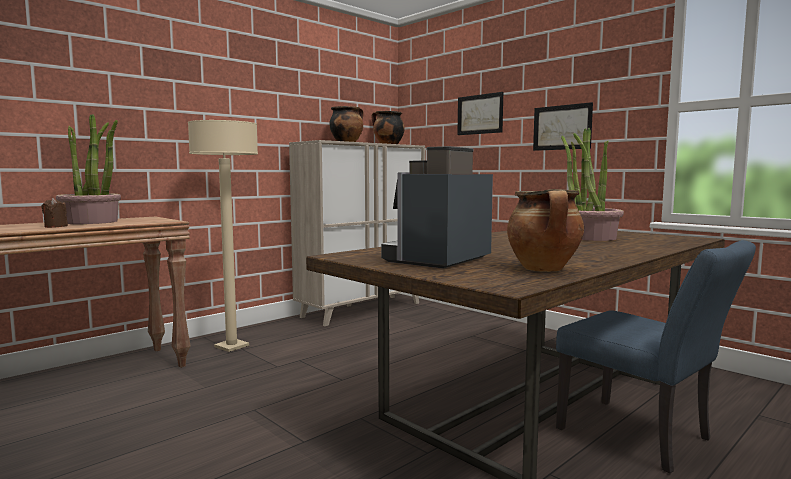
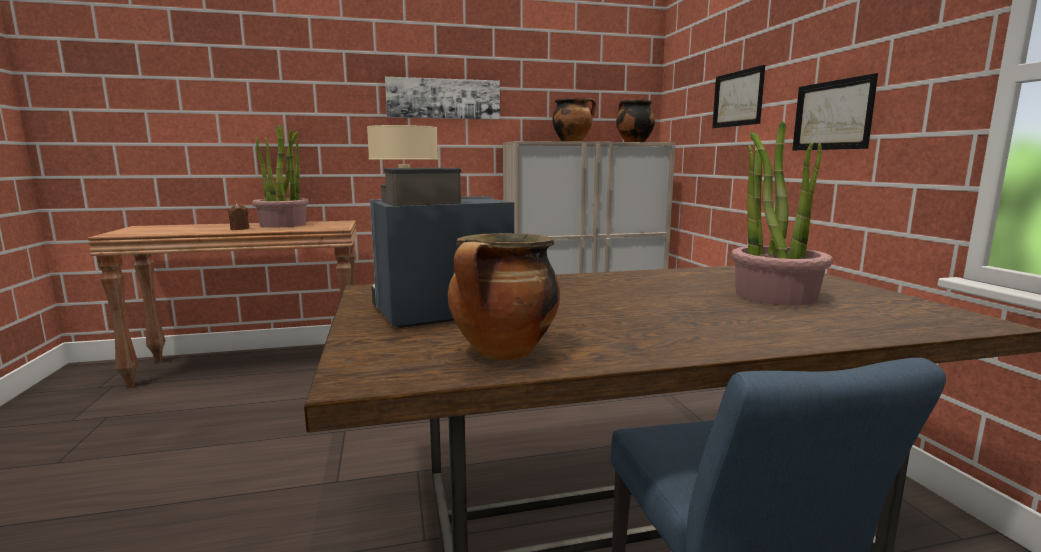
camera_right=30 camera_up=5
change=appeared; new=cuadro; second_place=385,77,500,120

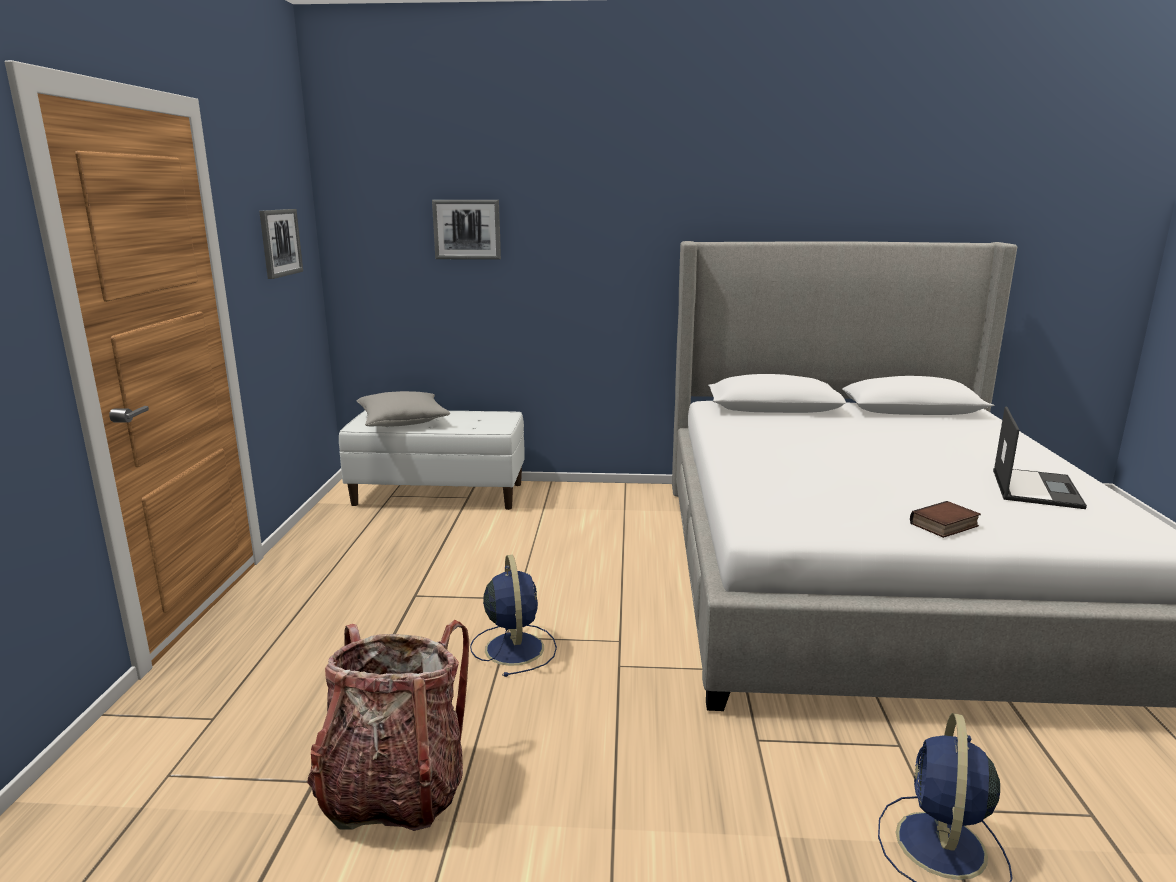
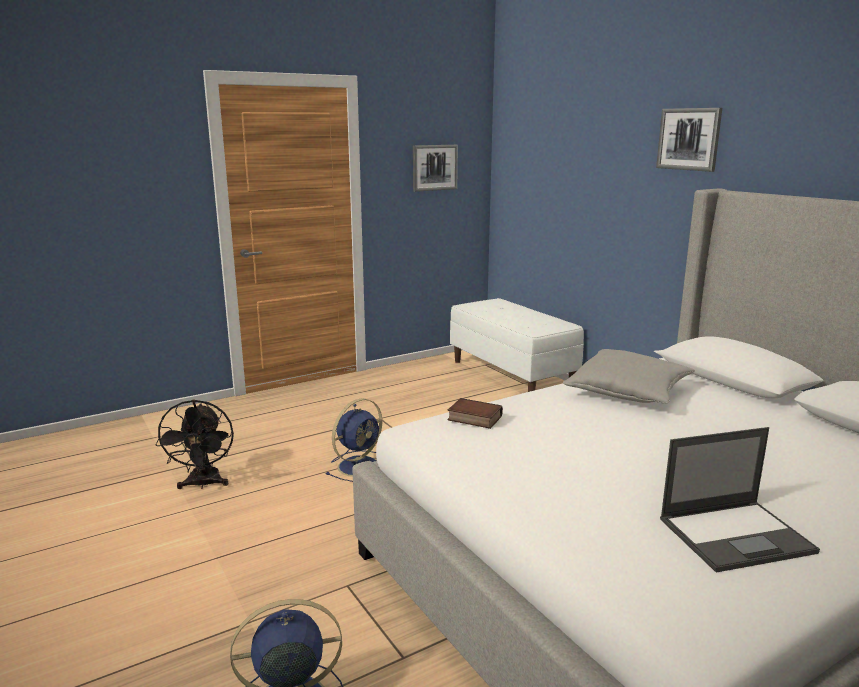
camera_right=55 camera_up=0
change=exchanged; old=mochila; new=ventilador/negro; first_place=307,620,469,831; second_place=156,400,234,489
change=relocated; old=cojín/gris; first_place=356,391,450,427; second_place=563,349,695,404
change=relocated; old=cuadro; first_place=432,200,501,260; second_place=656,108,722,172
change=relocated; old=libro; first_place=910,501,981,538; second_place=448,398,503,429

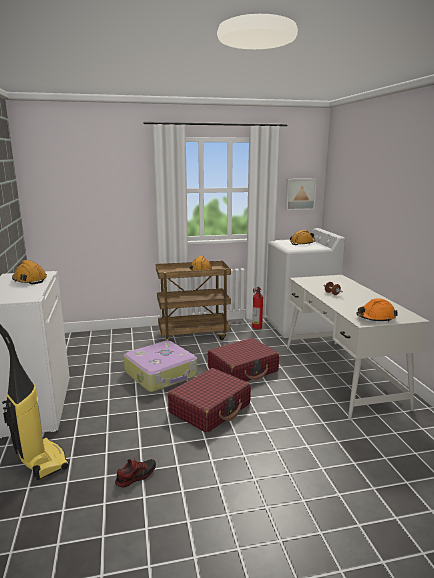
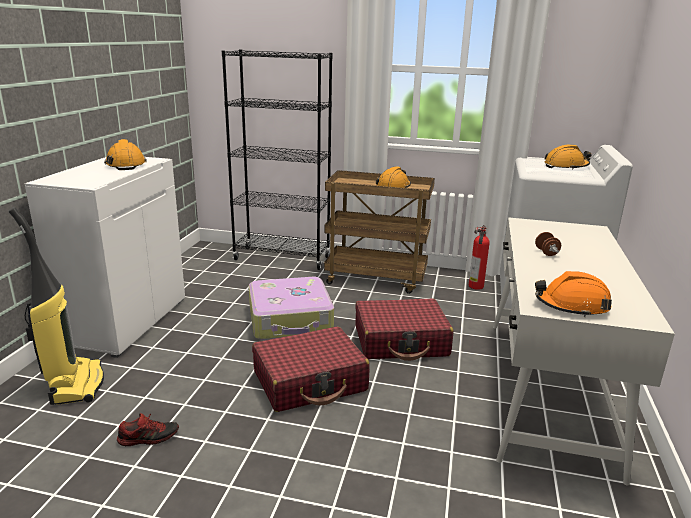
camera_right=25 camera_up=5
change=missing; old=cuadro; first_place=285,179,317,210
change=appeared; new=estantería/negro; second_place=222,49,333,270

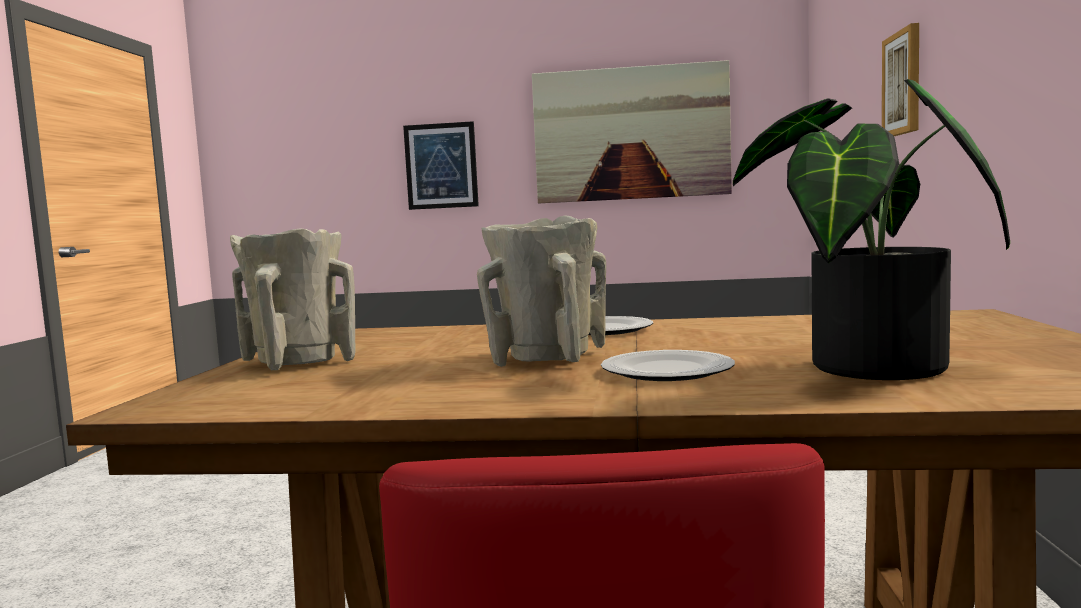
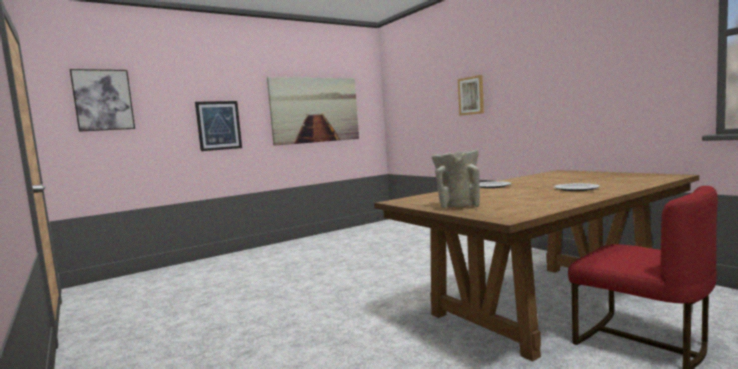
camera_right=-40 camera_up=0
change=missing; old=florero/beis; first_place=477,215,606,367
change=missing; old=planta en maceta; first_place=733,79,1010,380
change=appeared; new=cuadro; second_place=70,69,135,132

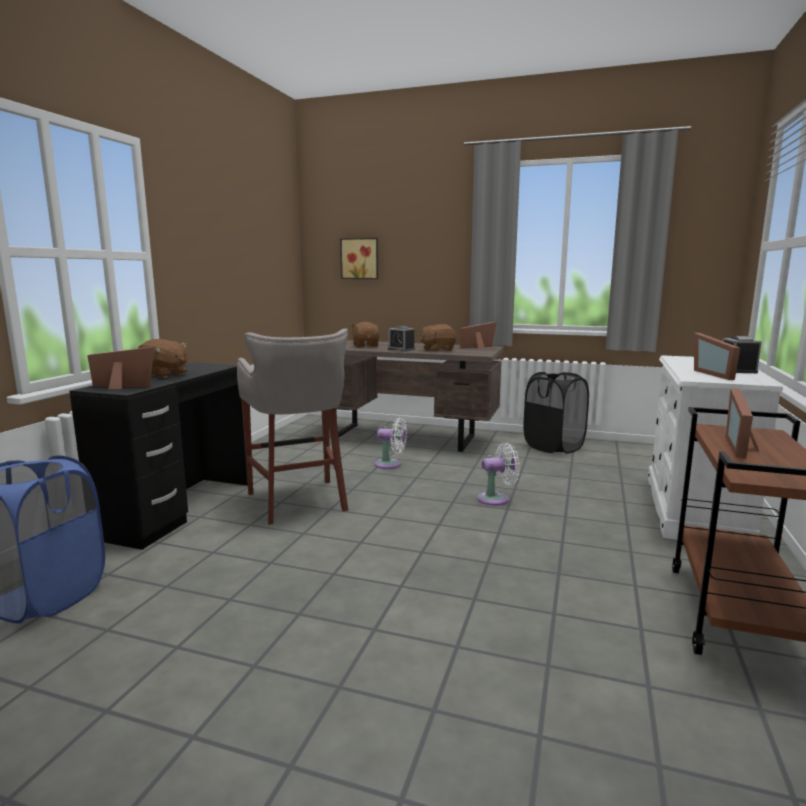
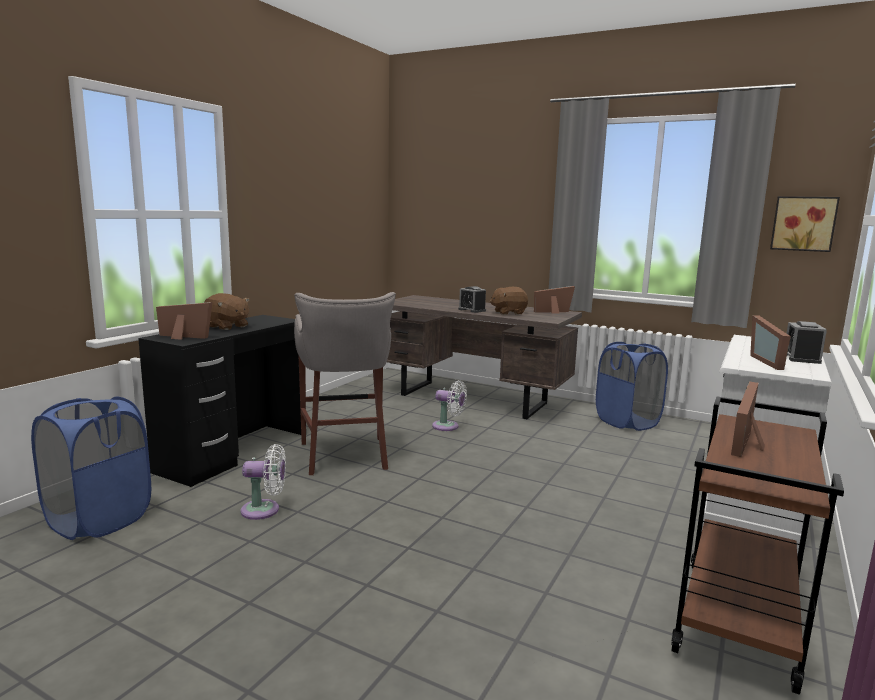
camera_right=10 camera_up=0
change=relocated; old=cuadro; first_place=340,238,378,279; second_place=770,196,840,252
change=missing; old=peluche/marrón; first_place=350,322,380,347
change=relocated; old=ventilador/blanco; first_place=477,443,520,506; second_place=241,444,286,520
change=colour; old=cesto de la ropa/negro; new=cesto de la ropa/azul; first_place=523,372,589,454; second_place=596,342,668,431

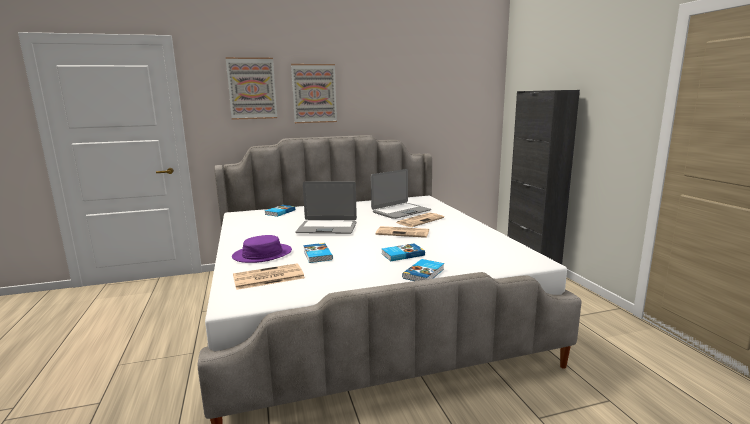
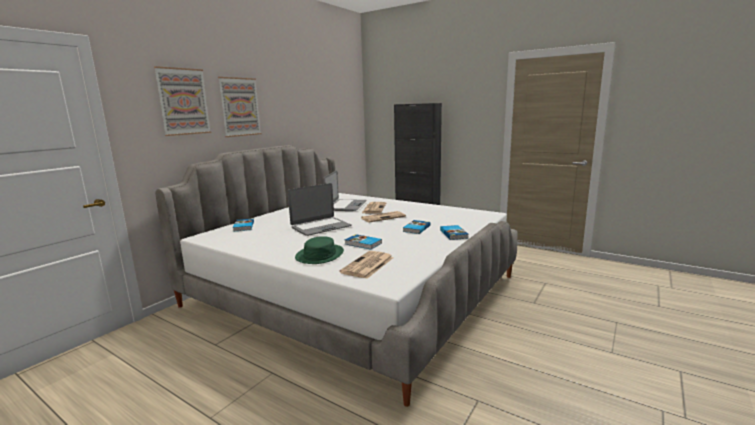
camera_right=-40 camera_up=0
change=colour; old=sombrero/morado; new=sombrero/verde; first_place=232,235,292,263; second_place=295,236,344,264

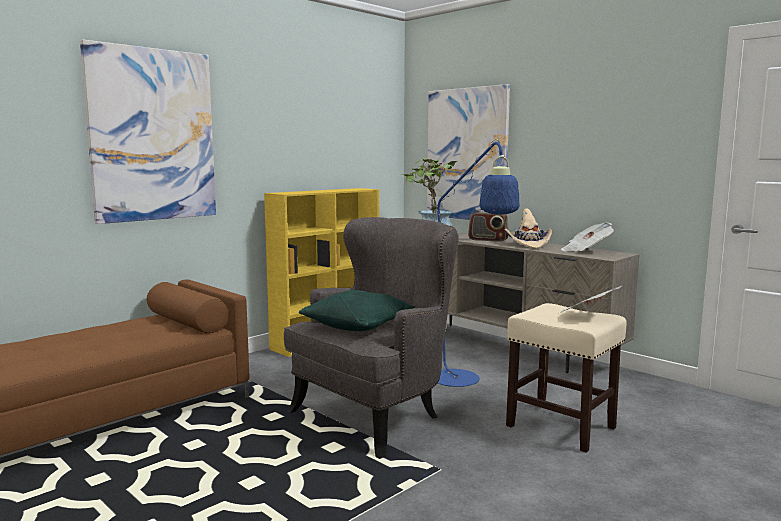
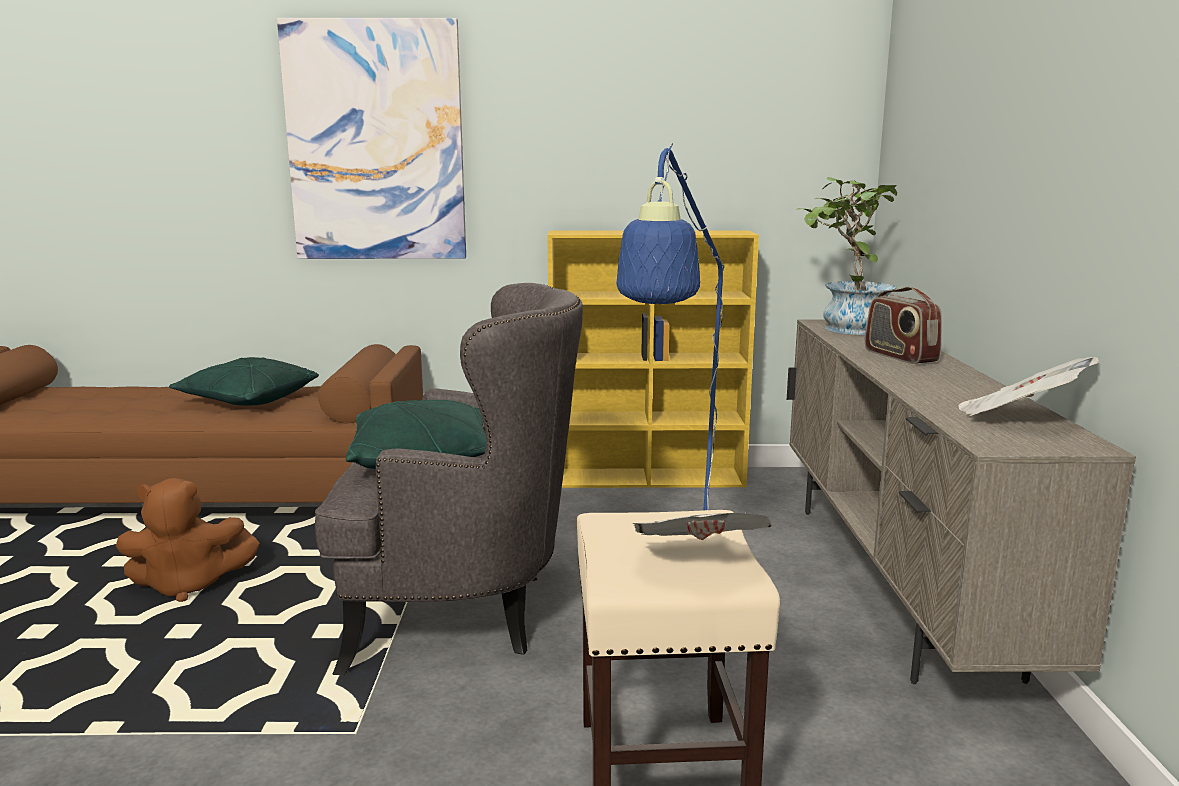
camera_right=45 camera_up=5
change=missing; old=cuadro; first_place=427,84,510,220
change=missing; old=sombrero/beis; first_place=505,209,552,250
change=appeared; new=peluche/marrón; second_place=116,478,260,602
change=appeared; new=cojín/verde; second_place=169,357,319,405

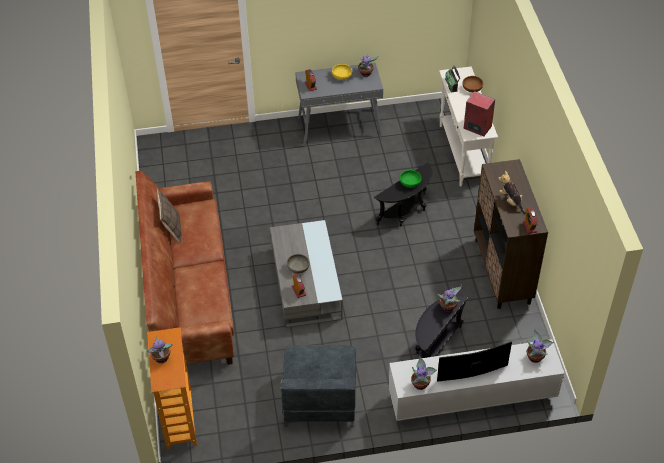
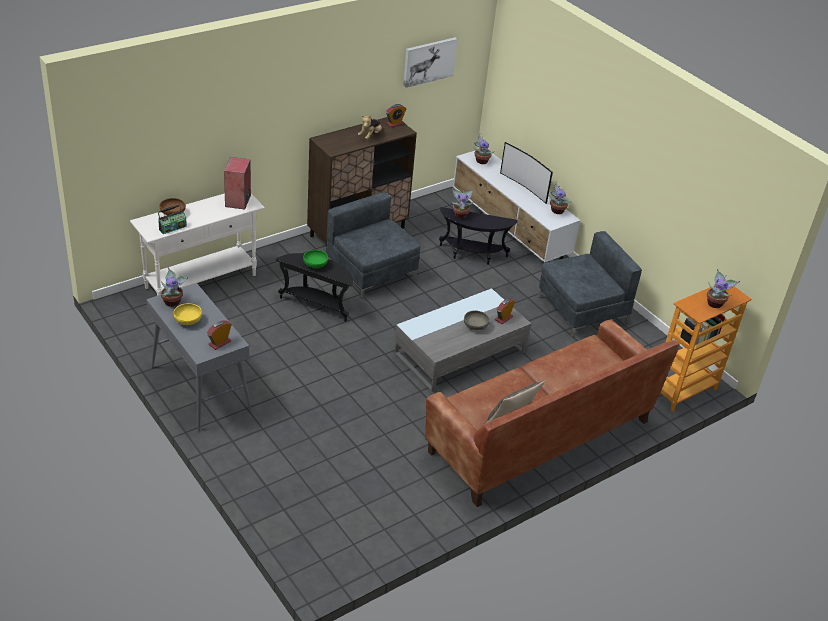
camera_right=-120 camera_up=-10
change=appeared; new=sillón/gris; second_place=326,192,420,298
change=appeared; new=cuadro; second_place=403,37,457,88

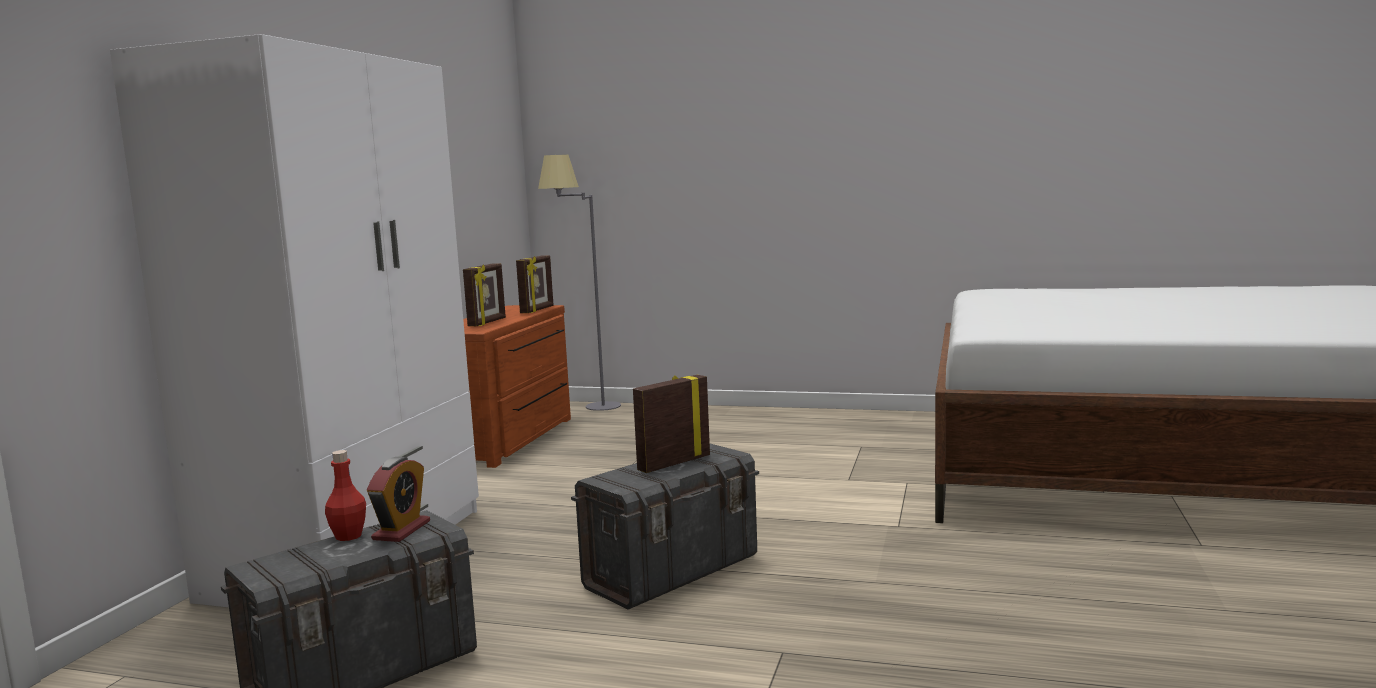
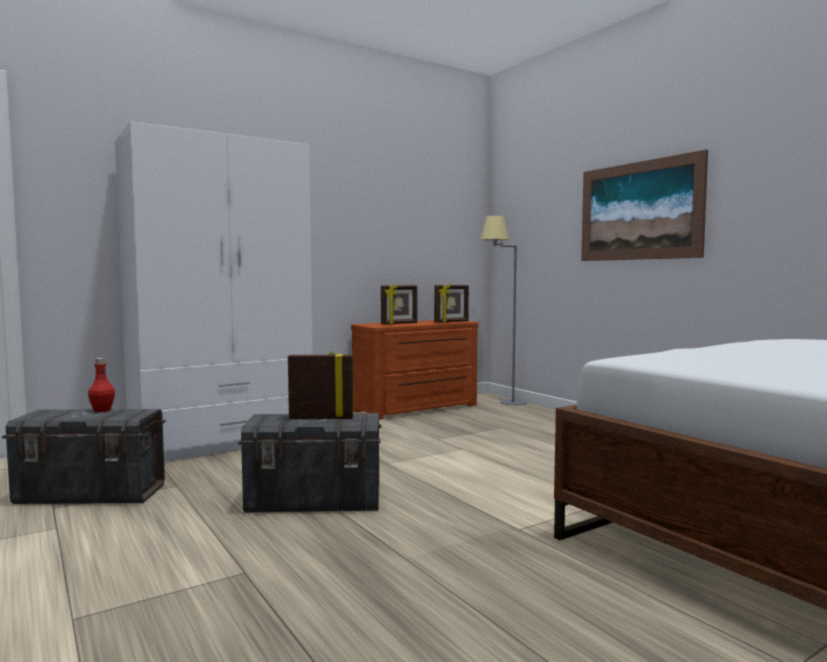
camera_right=40 camera_up=-5
change=missing; old=despertador; first_place=367,457,430,542
change=appeared; new=cuadro; second_place=581,150,708,261

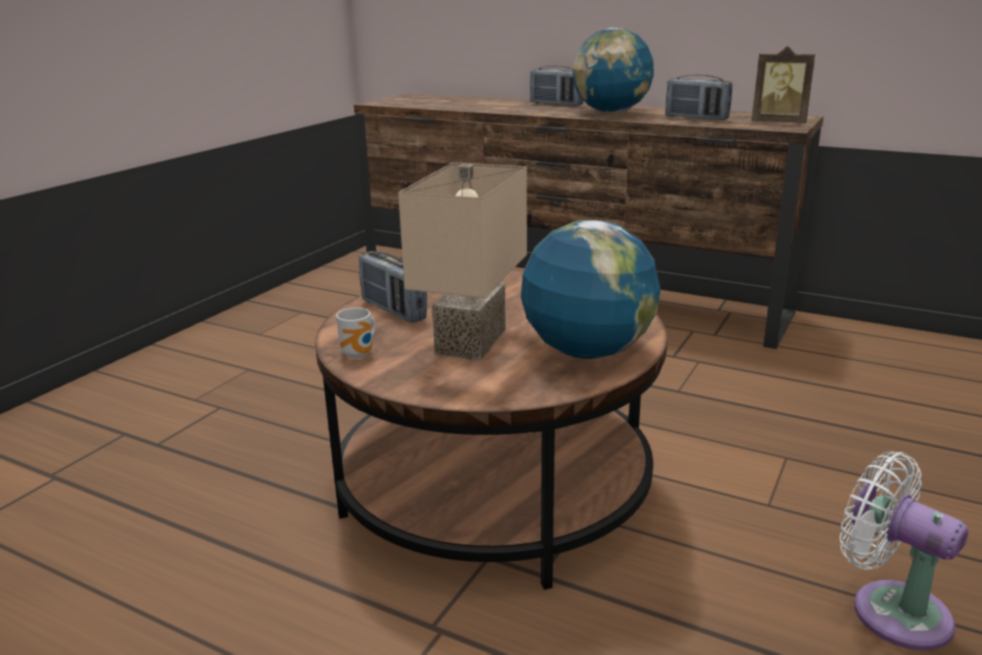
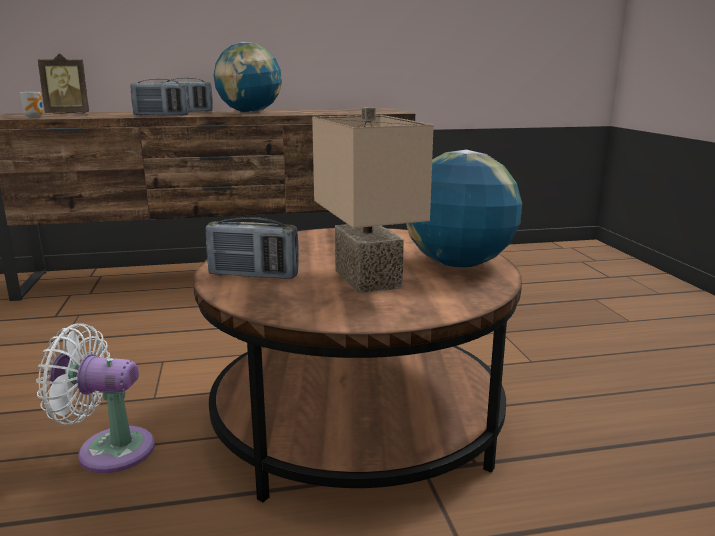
camera_right=-40 camera_up=-5
change=relocated; old=taza grande; first_place=336,308,376,359; second_place=20,92,43,118
change=relocated; old=radio; first_place=665,74,732,120; second_place=130,79,189,116
change=relocated; old=portarretratos; first_place=751,46,815,123; second_place=38,53,89,114
change=relocated; old=ventilador/blanco; first_place=839,451,969,650; second_place=36,323,155,473

